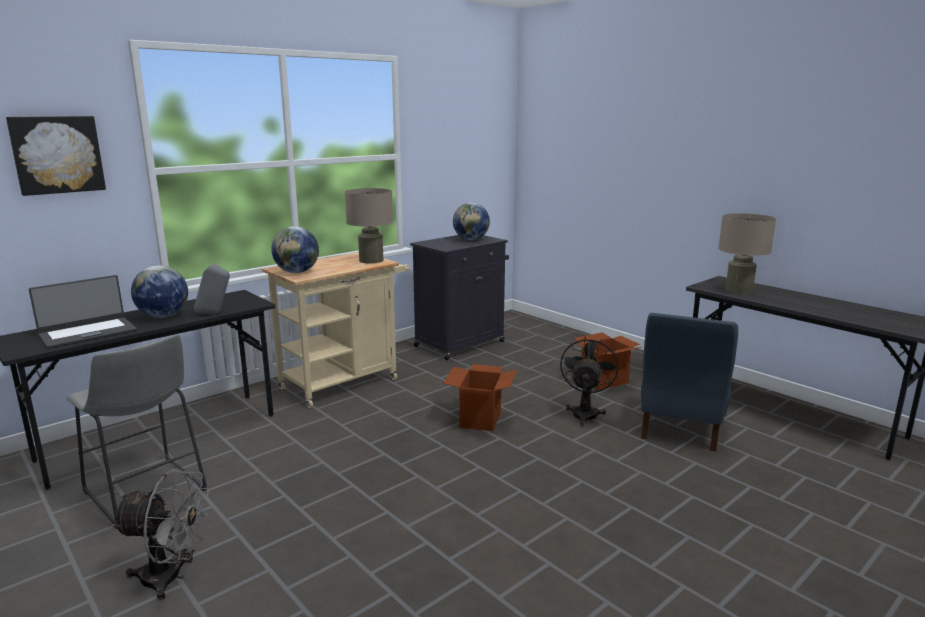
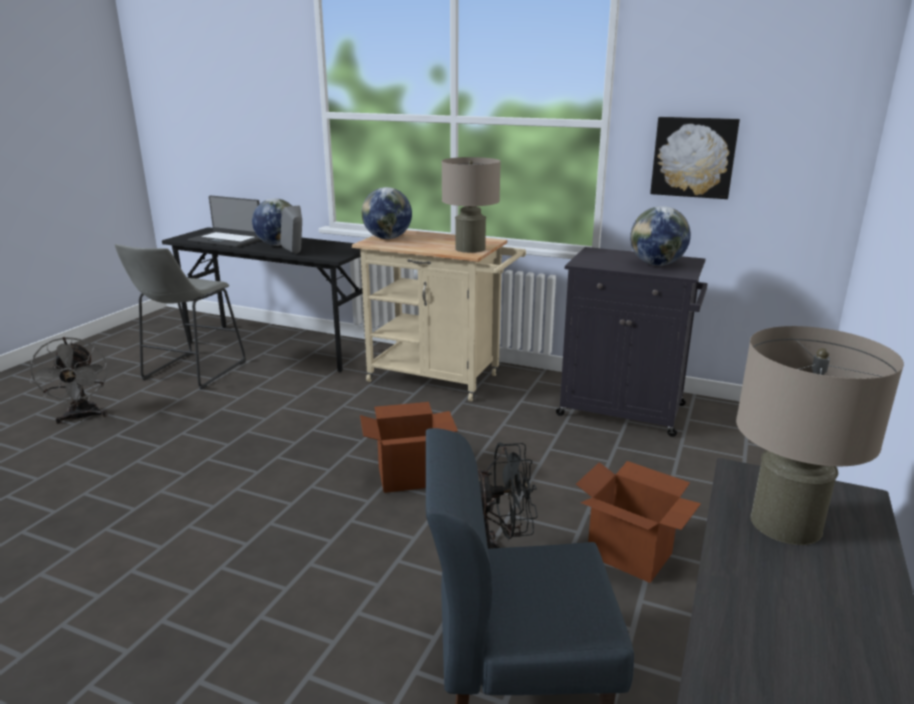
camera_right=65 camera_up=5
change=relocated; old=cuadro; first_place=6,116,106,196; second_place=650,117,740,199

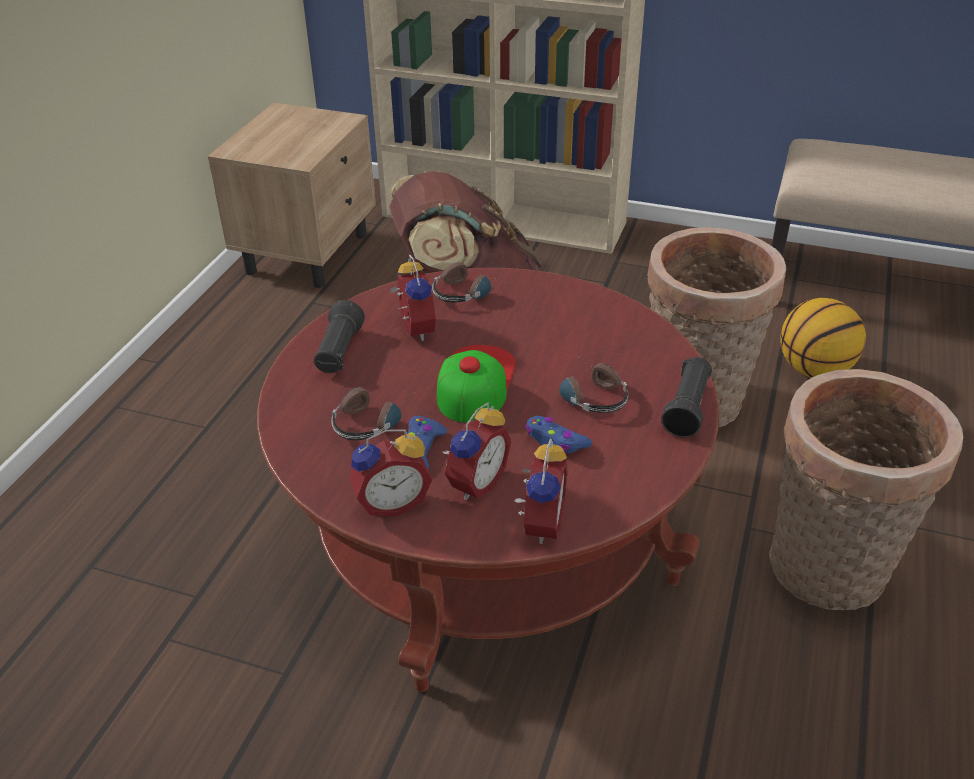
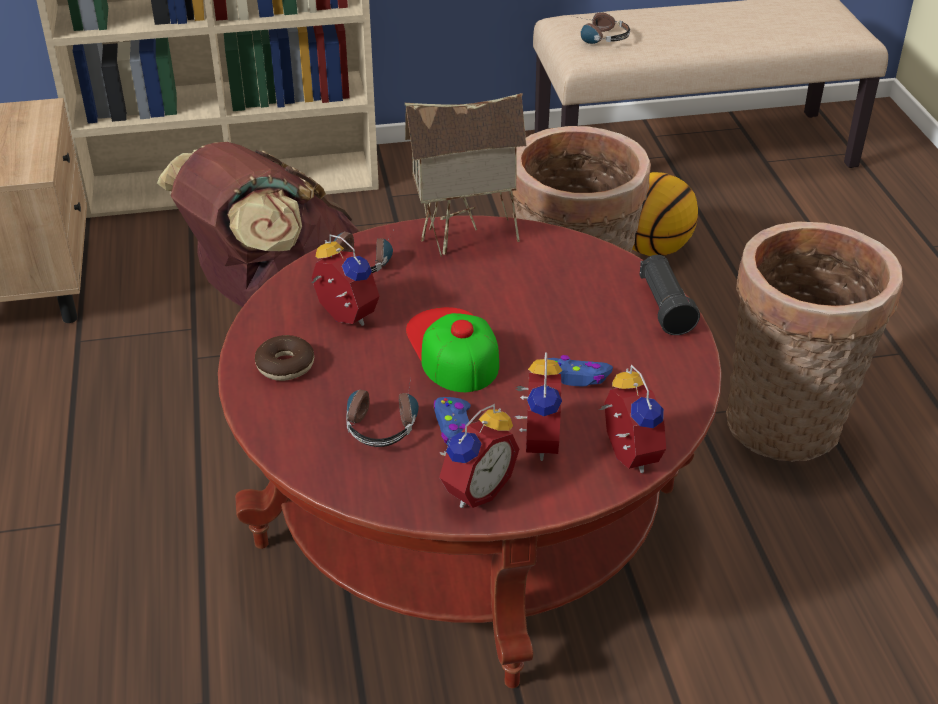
camera_right=-30 camera_up=0
change=exchanged; old=linterna/negro; new=rosquilla; first_place=314,300,365,373; second_place=255,335,314,381
change=relocated; old=auriculares; first_place=559,356,628,413; second_place=572,12,630,44
change=appeared; new=casita; second_place=405,93,526,257

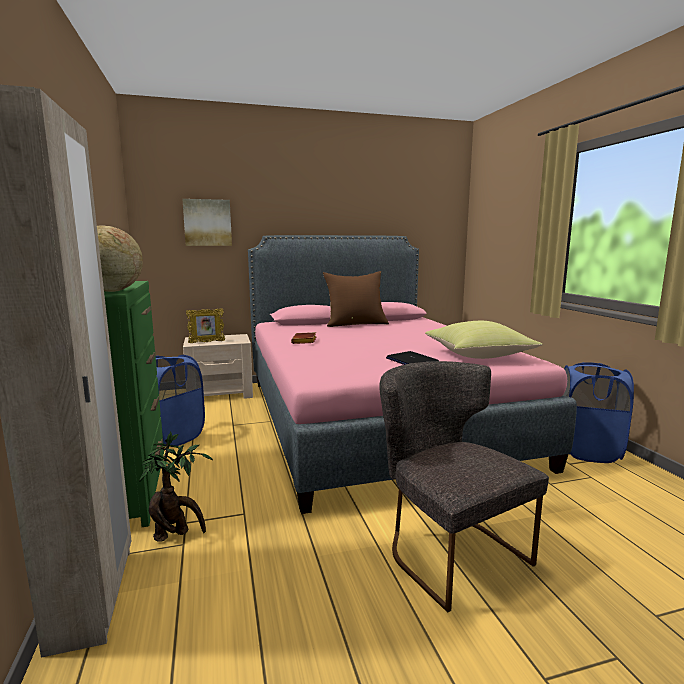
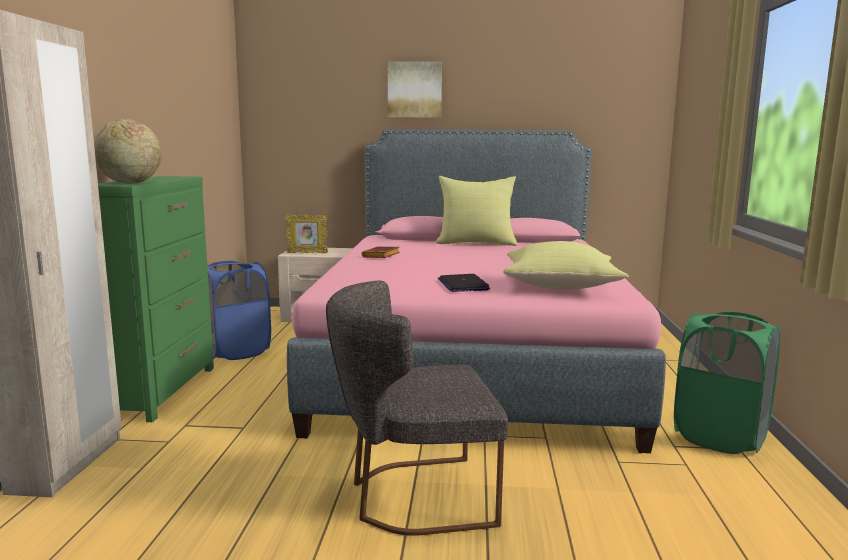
camera_right=20 camera_up=0
change=missing; old=planta en maceta; first_place=139,432,213,542
change=relocated; old=cuadro; first_place=182,199,232,246; second_place=388,61,442,118
change=colour; old=cojín/marrón; new=cojín/amarillo; first_place=323,271,389,327; second_place=436,176,518,246
change=spun; old=silla/gris; first_place=379,361,549,612; second_place=326,281,508,536; degrees=-90
change=colour; old=cesto de la ropa/azul; new=cesto de la ropa/verde; first_place=563,362,634,463; second_place=674,311,781,454

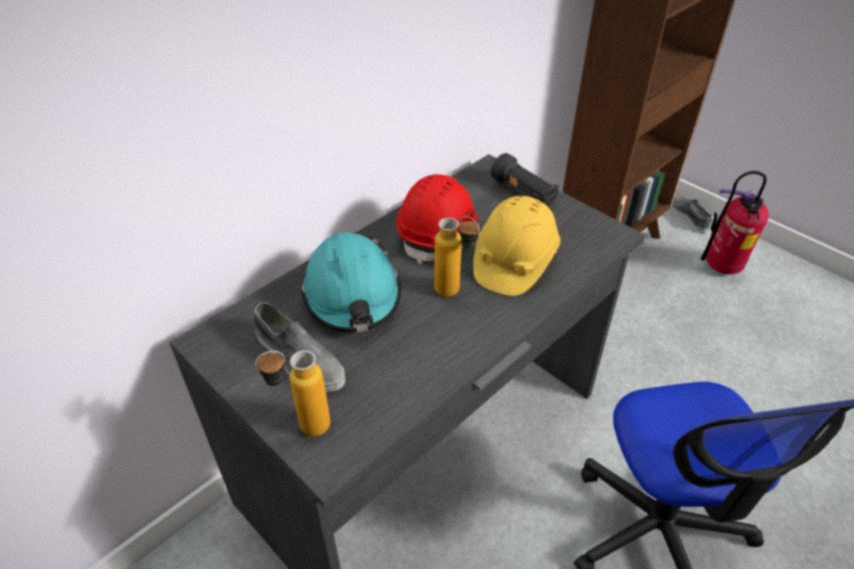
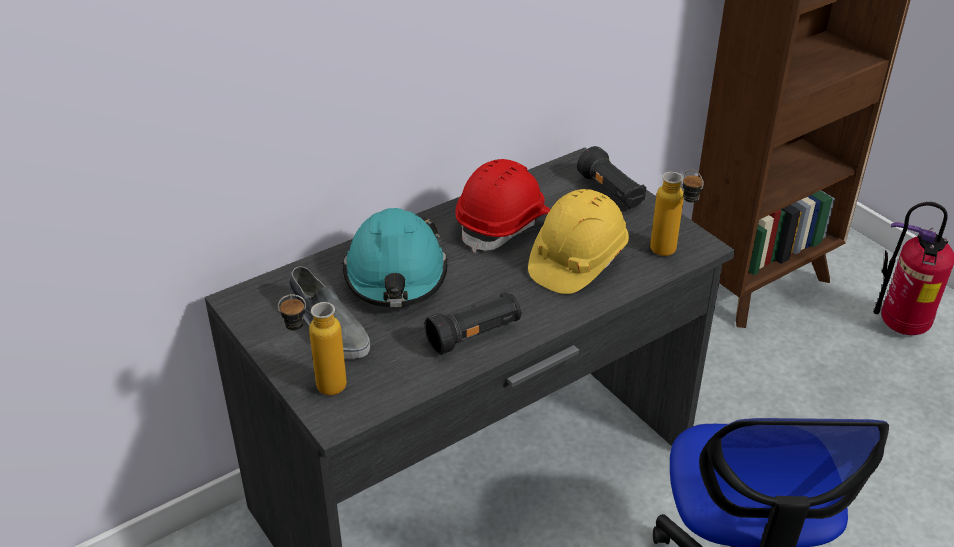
camera_right=10 camera_up=-5
change=relocated; old=botella; first_place=434,216,480,297; second_place=650,169,704,256
change=missing; old=zapato/gris; first_place=671,194,712,233
change=appeared; new=linterna/negro; second_place=425,292,522,355

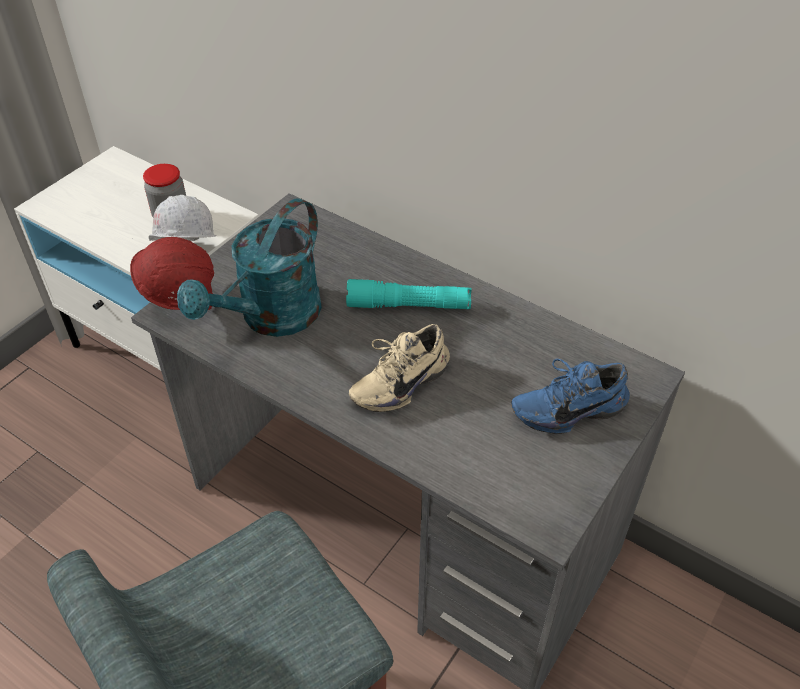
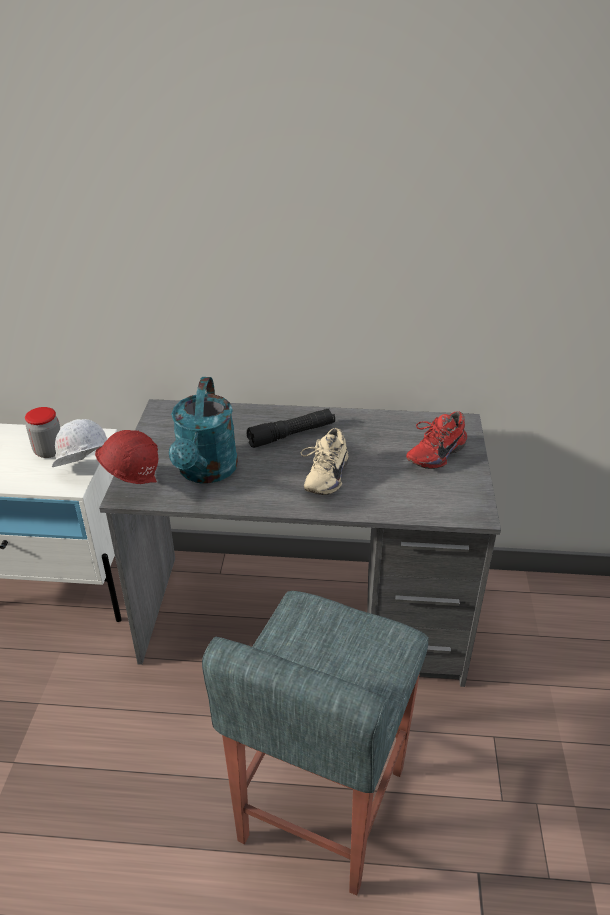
camera_right=-30 camera_up=-10
change=colour; old=linterna/turquesa; new=linterna/negro; first_place=346,279,472,309; second_place=246,409,335,448
change=colour; old=zapato/azul; new=zapato/rojo; first_place=511,359,630,434; second_place=406,411,467,469

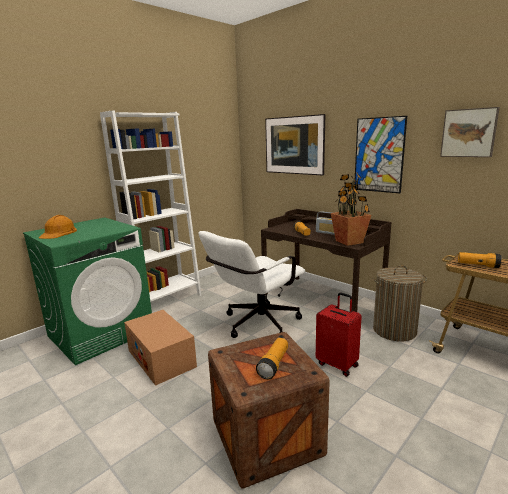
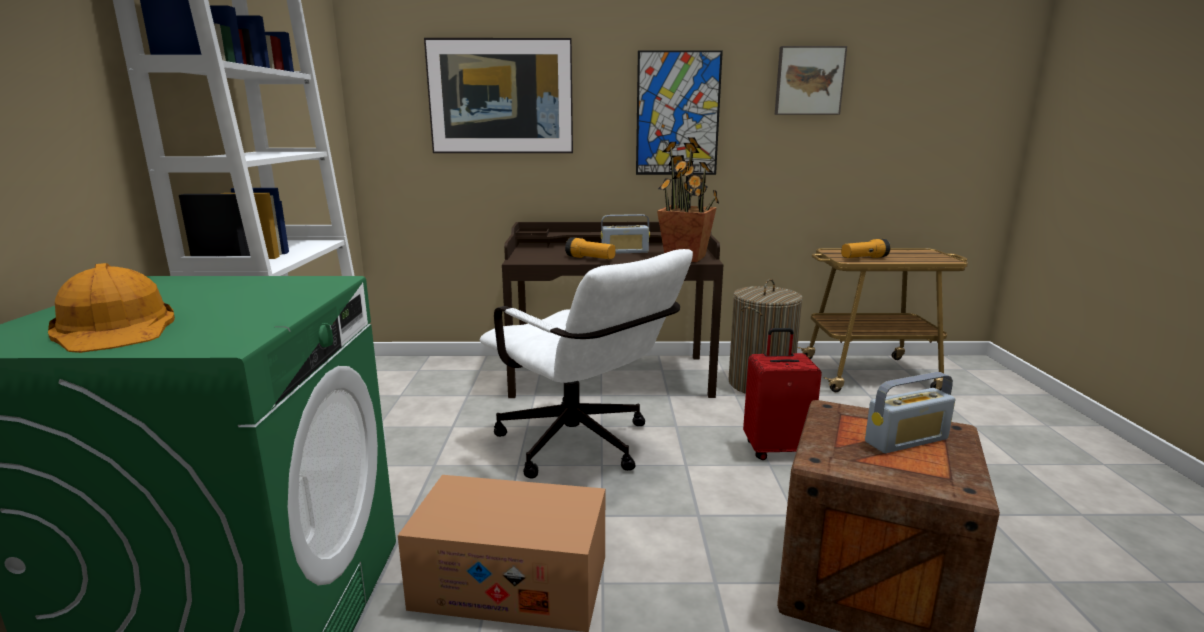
camera_right=-45 camera_up=0
change=spun; old=silla de oficina/blanco; first_place=199,231,305,338; second_place=479,249,693,479; degrees=-45
change=exchanged; old=linterna; new=radio; first_place=256,338,288,380; second_place=865,372,955,453

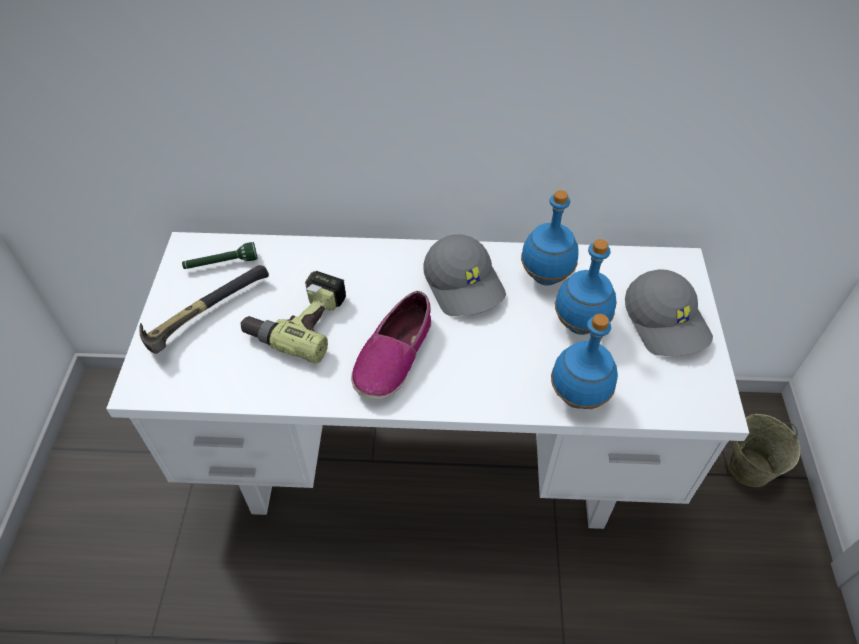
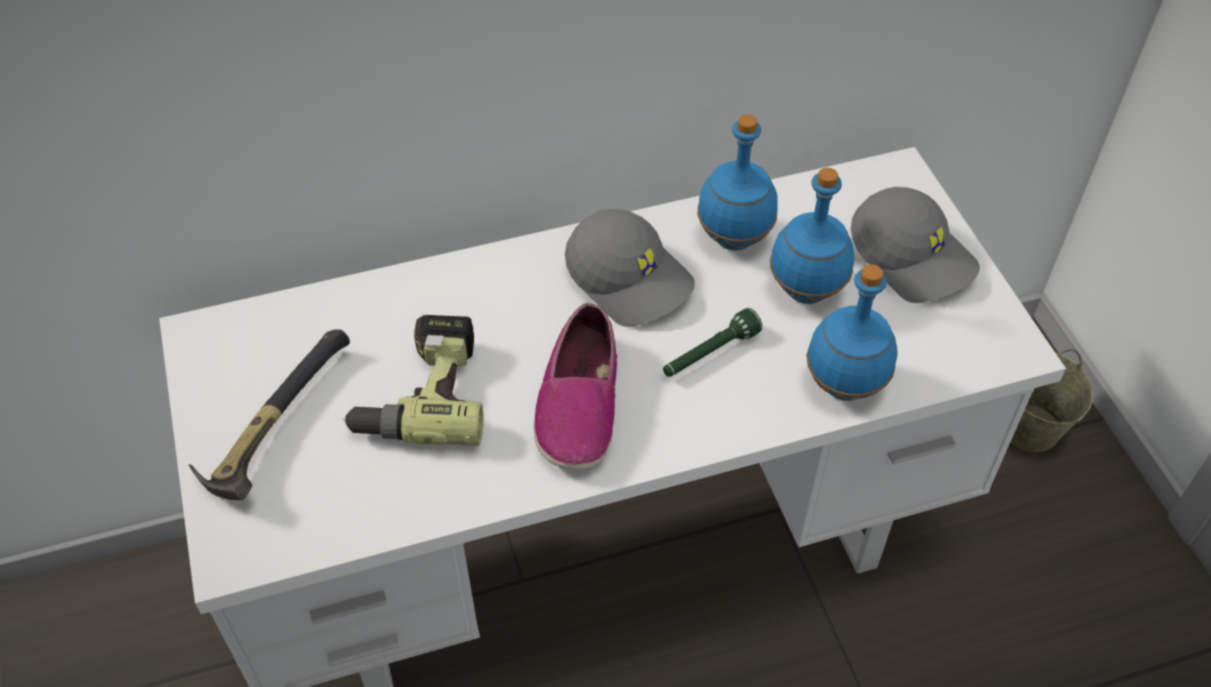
camera_right=-20 camera_up=0
change=relocated; old=linterna/verde; first_place=182,242,258,269; second_place=663,308,762,377

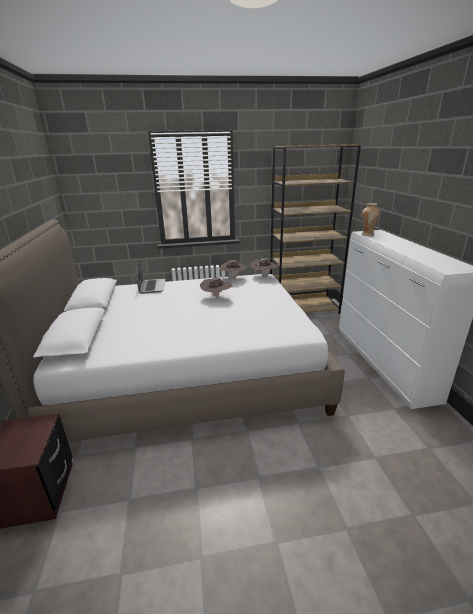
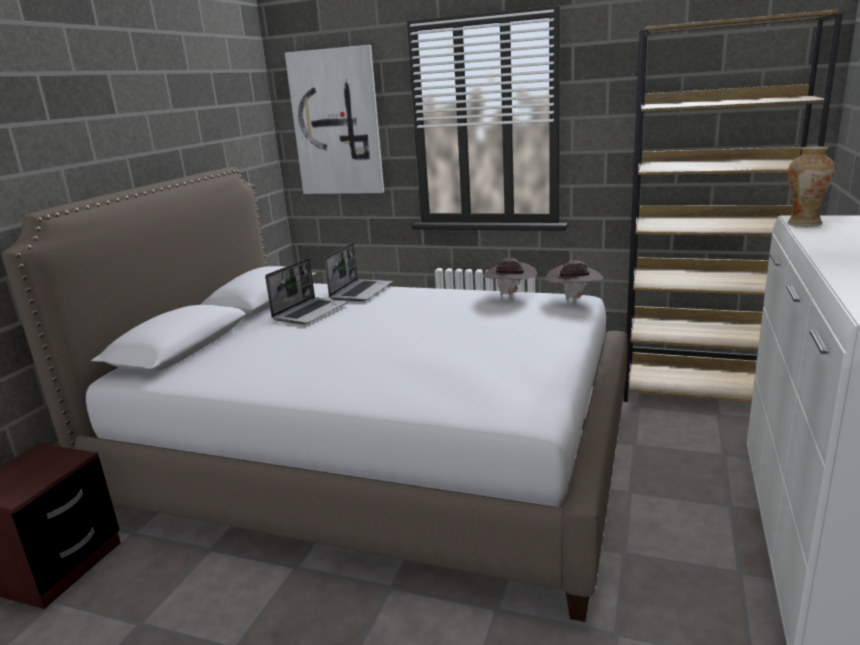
camera_right=30 camera_up=-5
change=missing; old=sombrero/marrón; first_place=200,277,233,298
change=appeared; new=portátil; second_place=265,258,348,325
change=appeared; new=cuadro; second_place=285,45,384,194

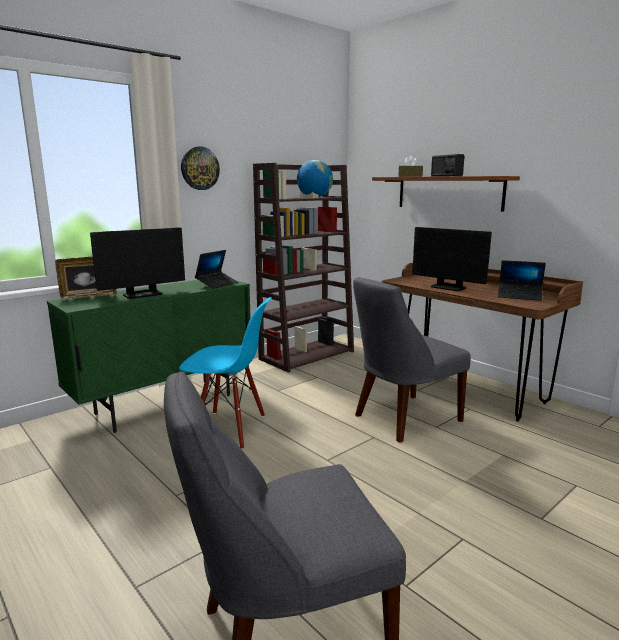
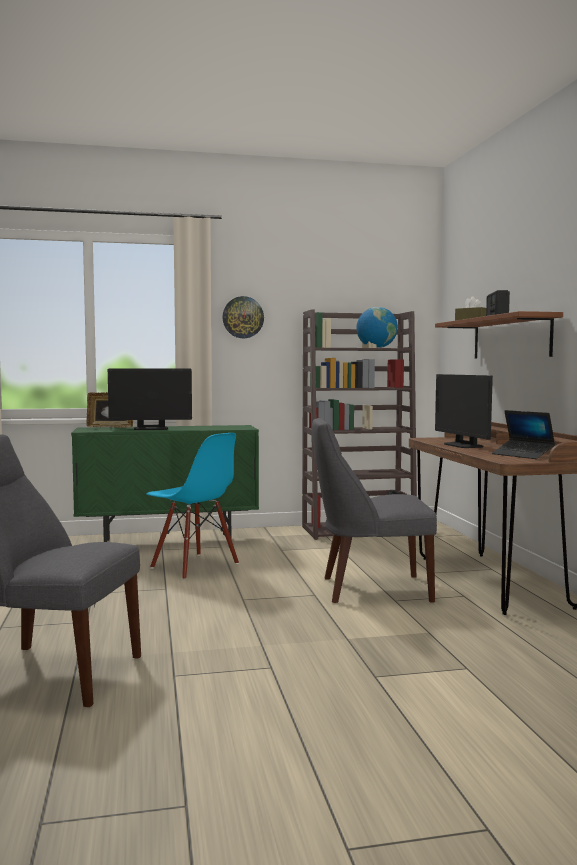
camera_right=30 camera_up=-10
change=missing; old=portátil; first_place=195,250,238,289

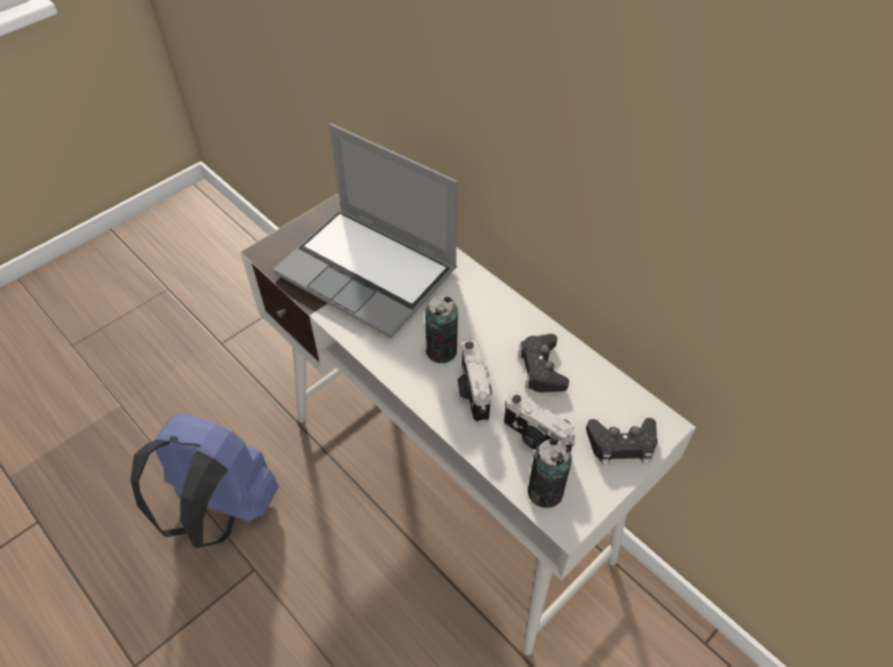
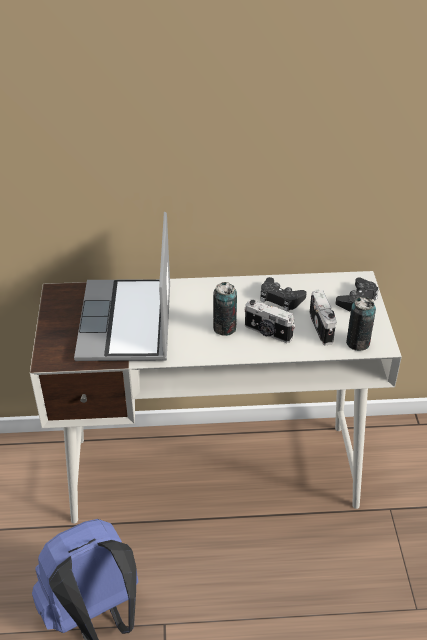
camera_right=-50 camera_up=-10
change=spun; old=portátil; first_place=273,123,457,339; second_place=74,212,170,361; degrees=105
change=spun; old=cámara; first_place=504,391,576,452; second_place=309,289,337,345; degrees=-90

